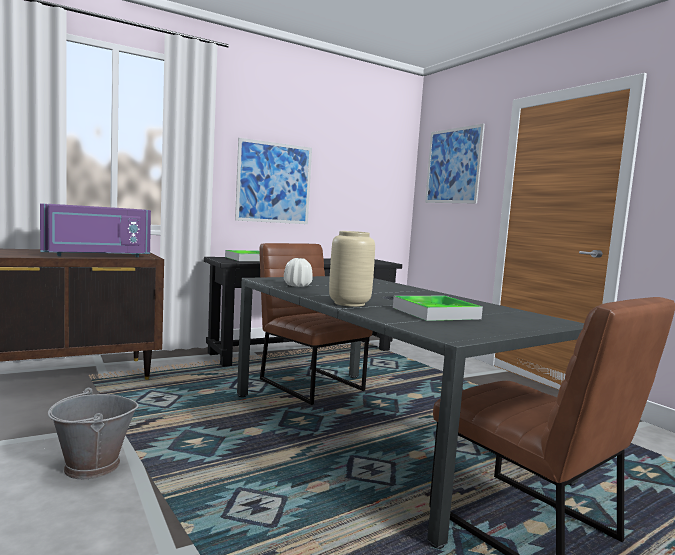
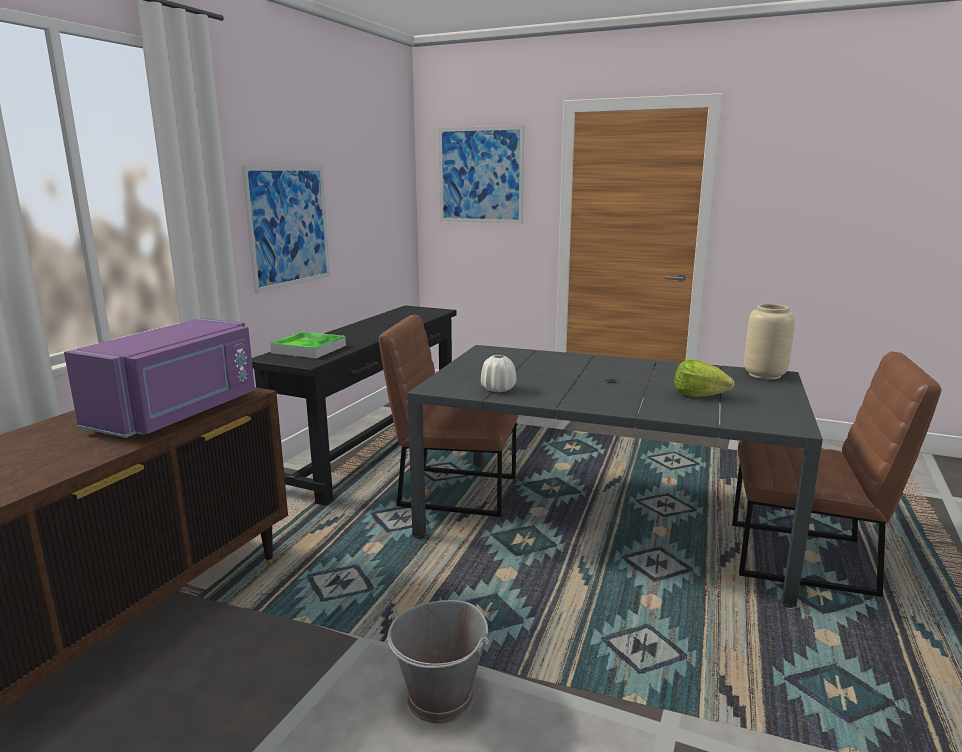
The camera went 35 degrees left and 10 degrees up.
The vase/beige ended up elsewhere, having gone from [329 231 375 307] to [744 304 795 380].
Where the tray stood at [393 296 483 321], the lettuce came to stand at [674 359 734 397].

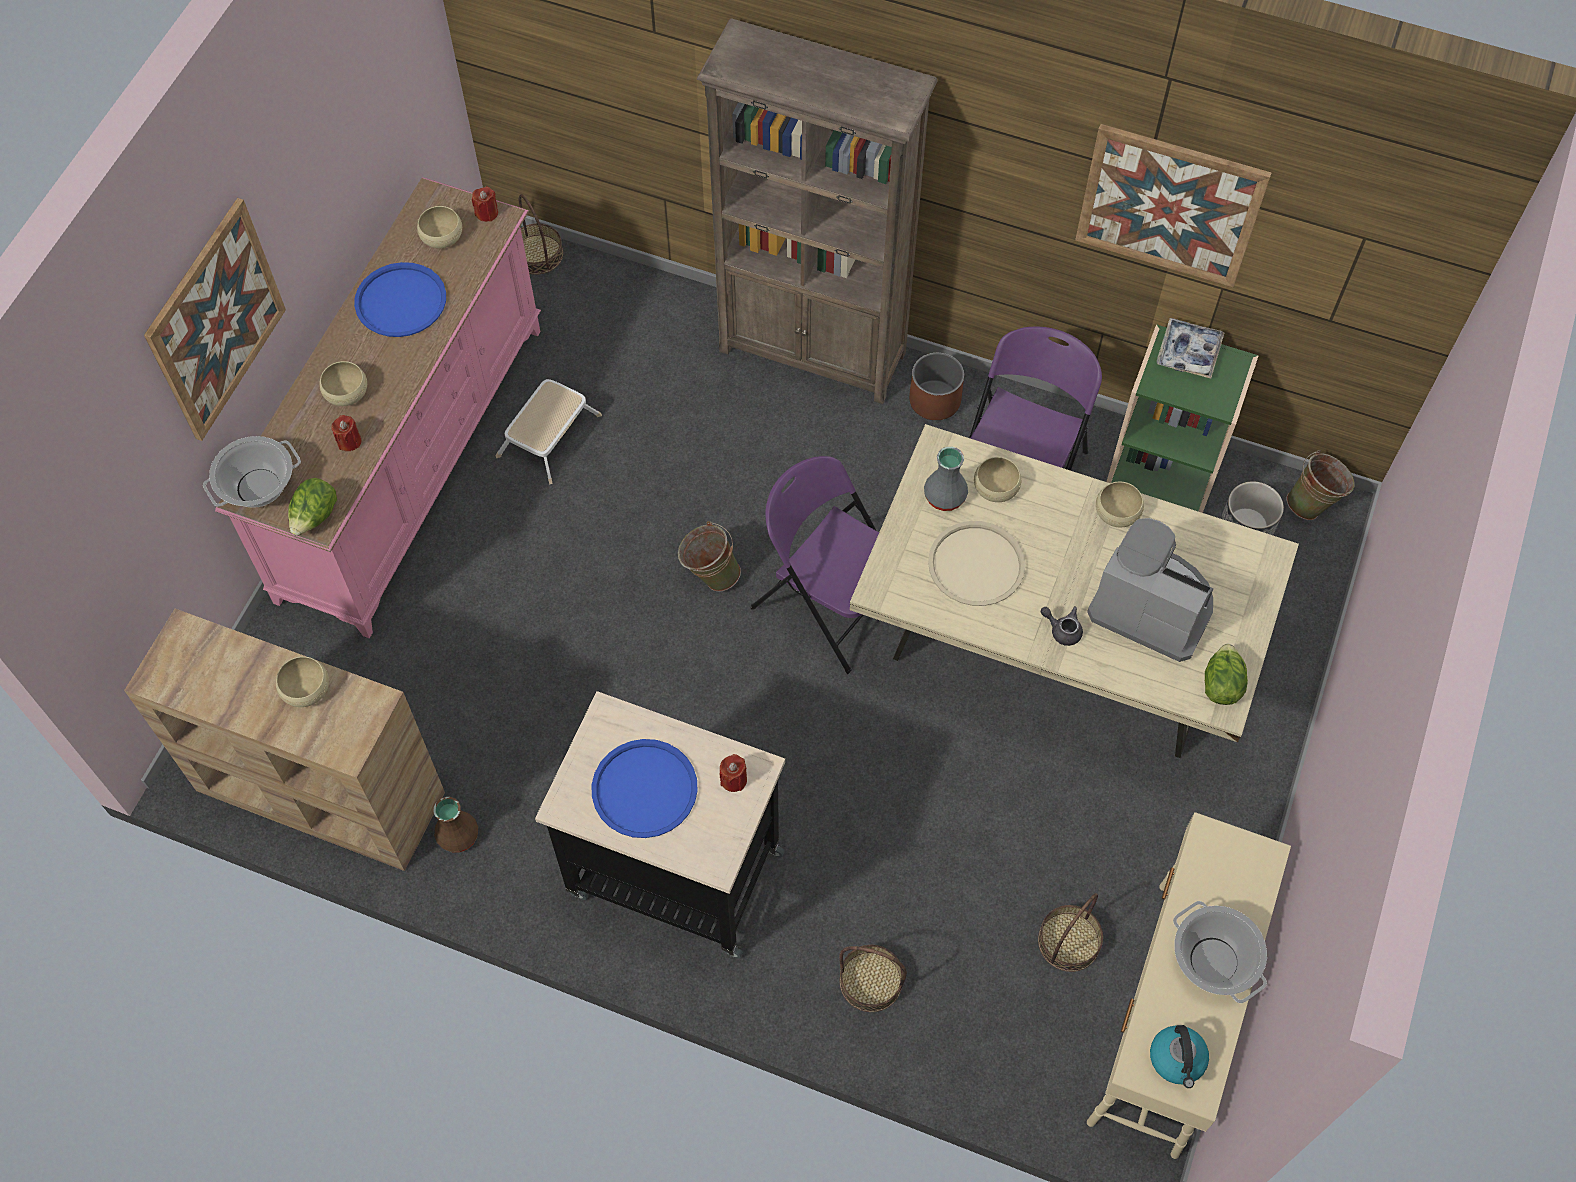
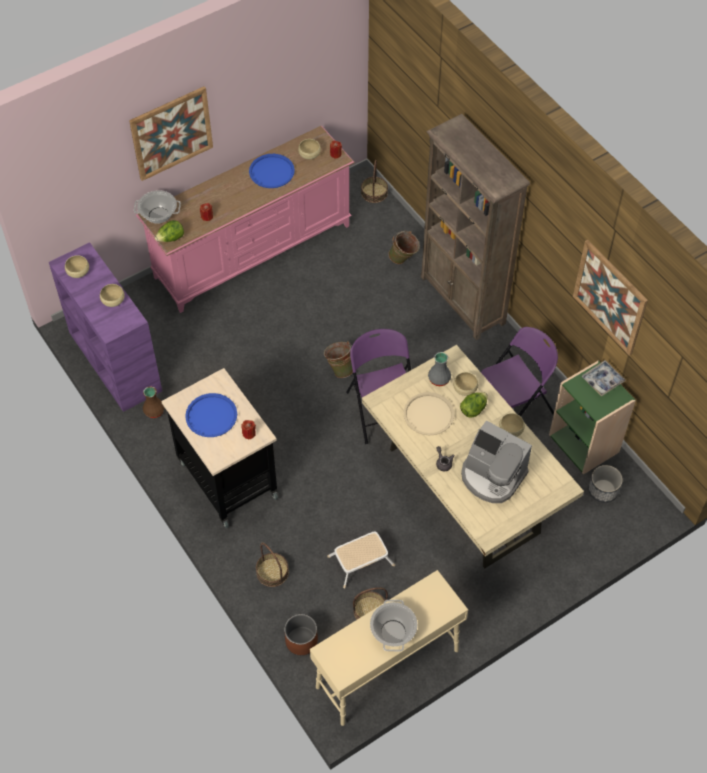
The camera went 35 degrees right and 5 degrees down.
What was the bookcase/brown at [124 609 445 871] turned into the bookcase/purple at [49 242 162 412].
The bowl/beige ended up elsewhere, having gone from [319 361 367 406] to [65 255 89 278].
The step ladder/beige ended up elsewhere, having gone from [496 379 602 484] to [327 531 395 588].
The planter/brown ended up elsewhere, having gone from [909 353 964 421] to [285 614 318 655].
The coffee machine at [1087 518 1214 662] ended up facing another way, 150 degrees clockwise from before.
The second view lost the kettle at [1150 1025 1209 1088].
The lettuce ended up elsewhere, having gone from [1205 644 1248 705] to [460 392 488 418].
The bucket/green ended up elsewhere, having gone from [1286 450 1354 520] to [388 231 420 264].

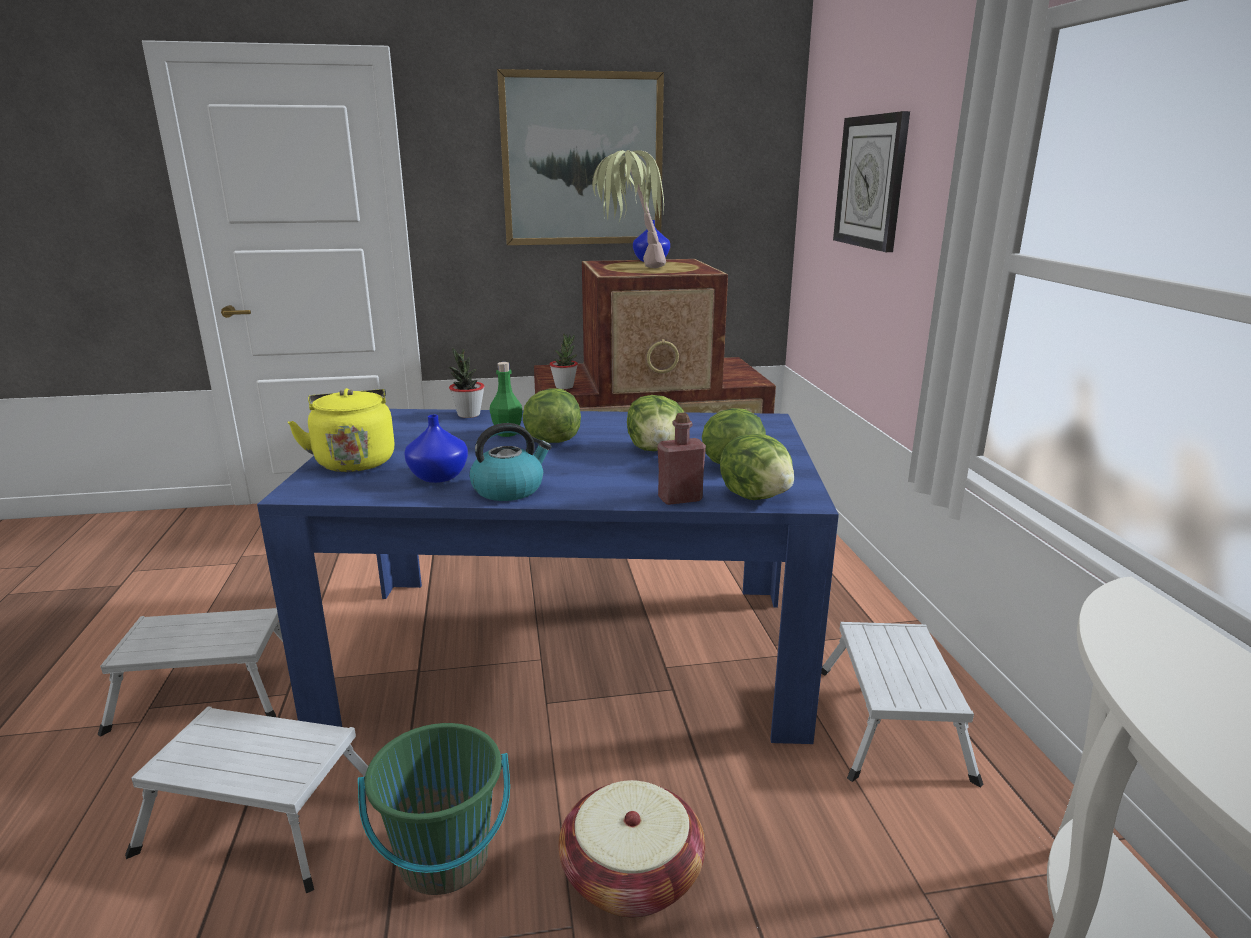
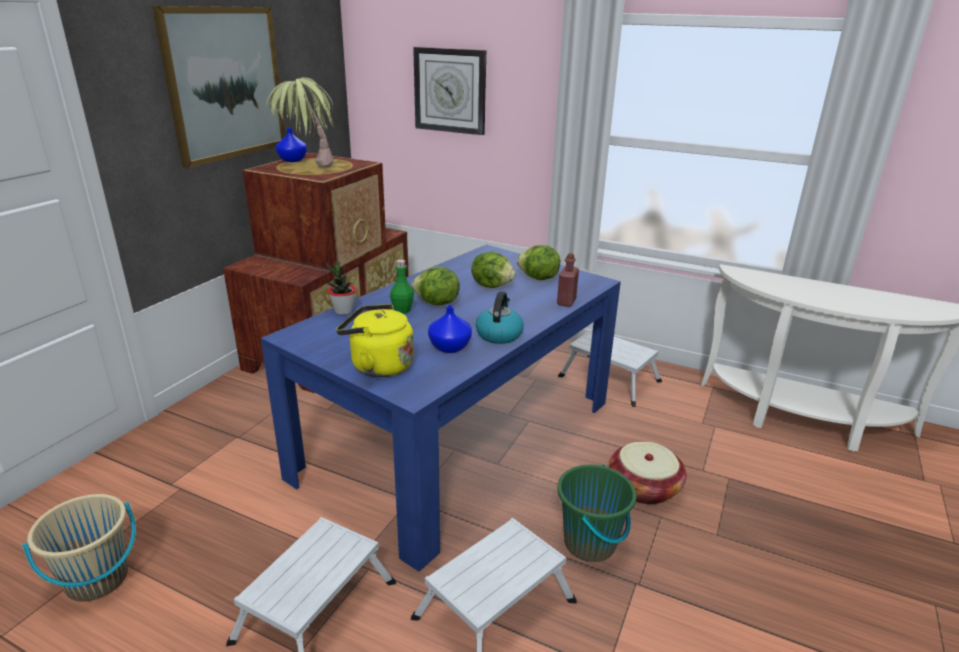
The camera went 55 degrees left and 5 degrees up.
The second view lost the potted plant at [550 334 578 389].
The second view lost the lettuce at [720 434 794 500].
The second view gained the bucket/beige at [22 494 136 602].

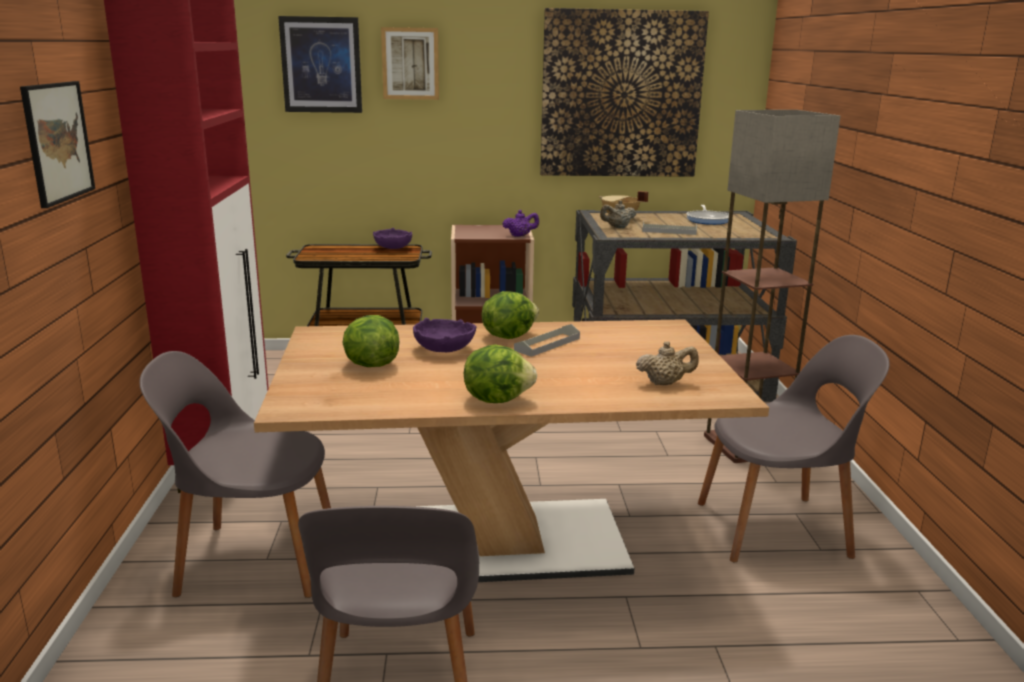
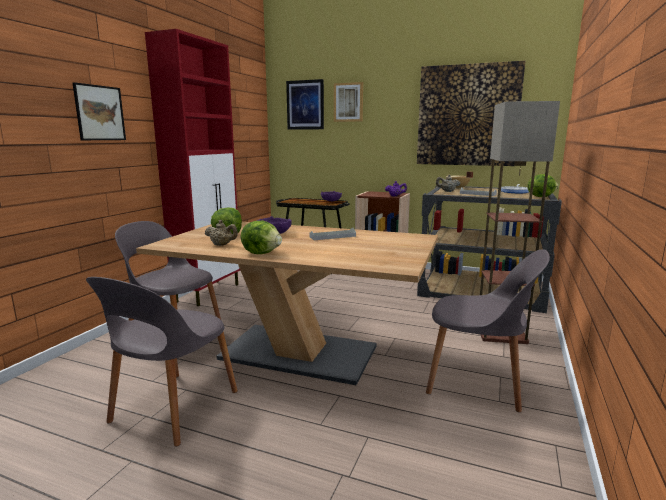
The camera went 25 degrees right and 5 degrees down.
The lettuce ended up elsewhere, having gone from [482 291 539 339] to [528 174 558 197].
The teapot/beige ended up elsewhere, having gone from [636 341 699 385] to [205 220 238 246].

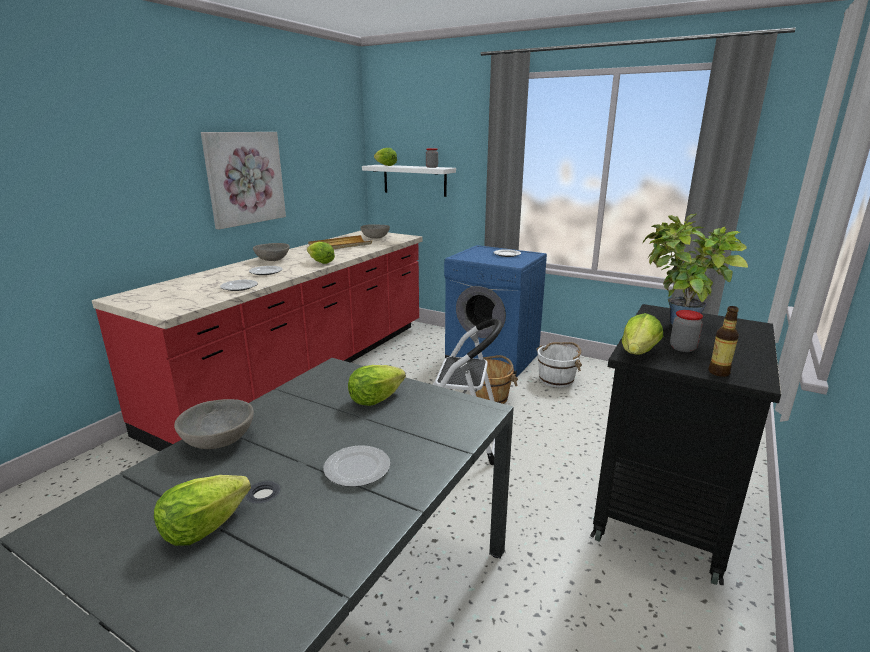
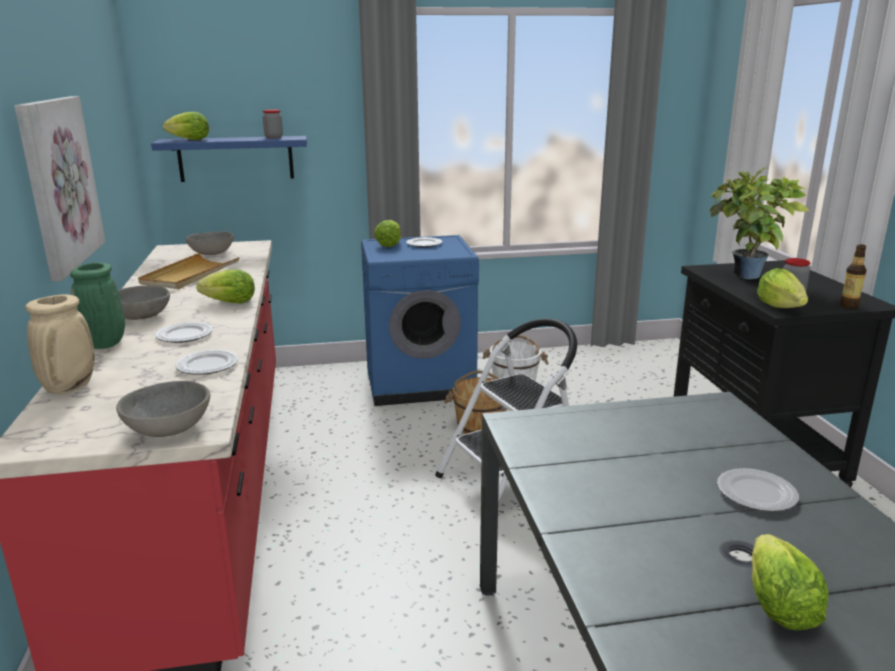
The camera went 40 degrees left and 0 degrees up.
The bowl/grey ended up elsewhere, having gone from [174 399 254 449] to [116 381 210 437].
The lettuce ended up elsewhere, having gone from [348 365 406 406] to [374 220 401 247].
What was the shelf/white at [362 165 456 197] turned into the shelf/blue at [151 136 307 182].
The second view gained the vase/beige at [26 294 95 394].
The second view gained the vase/green at [70 263 125 349].

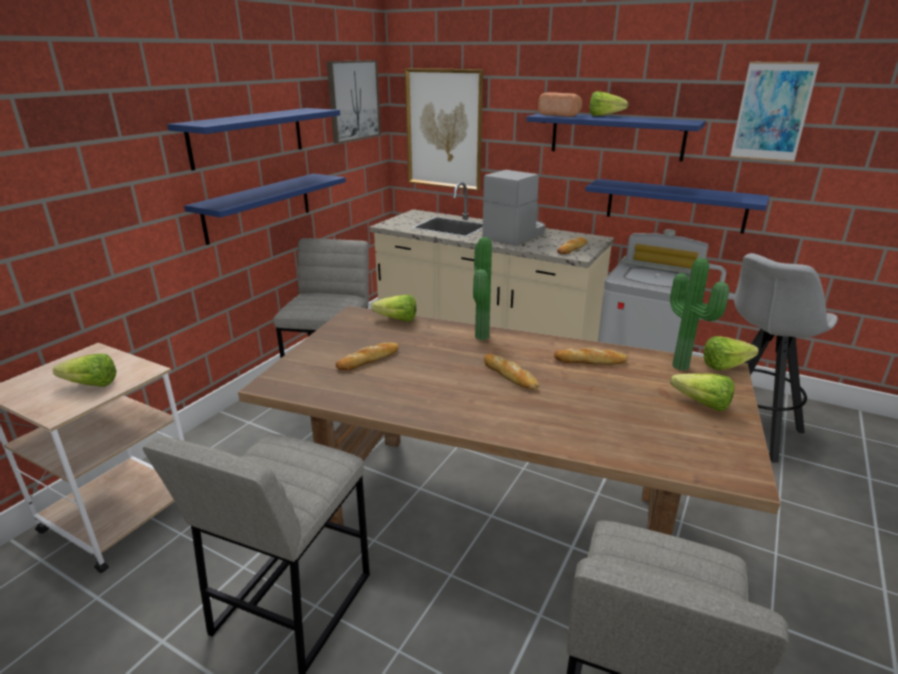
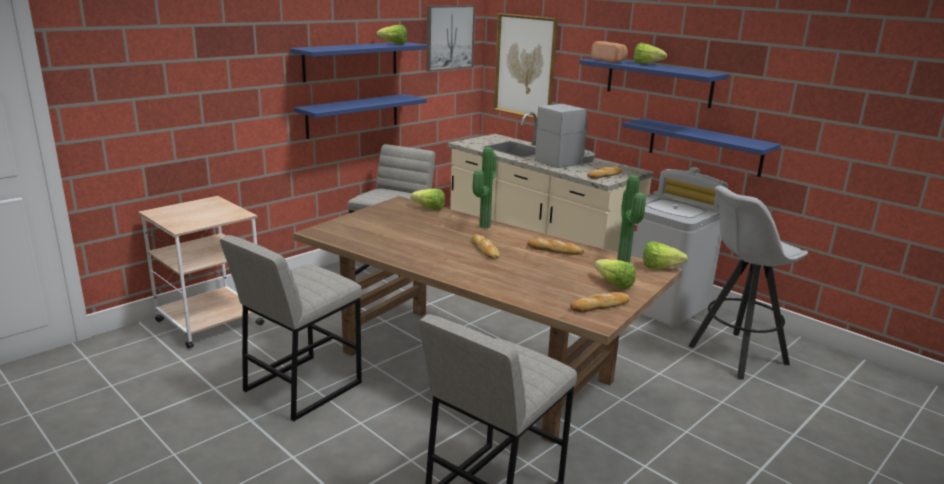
The camera went 15 degrees right and 5 degrees down.
The lettuce ended up elsewhere, having gone from [53 353 117 387] to [376 25 407 45].
The bread ended up elsewhere, having gone from [336 342 399 371] to [570 292 630 313].
The second view lost the picture at [730 62 820 162].

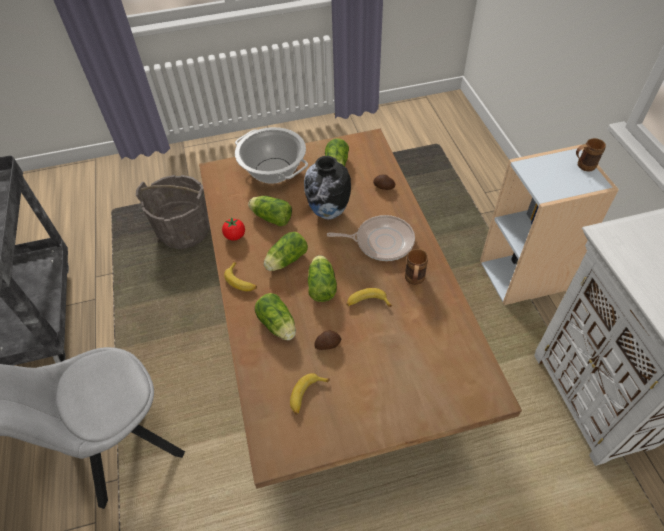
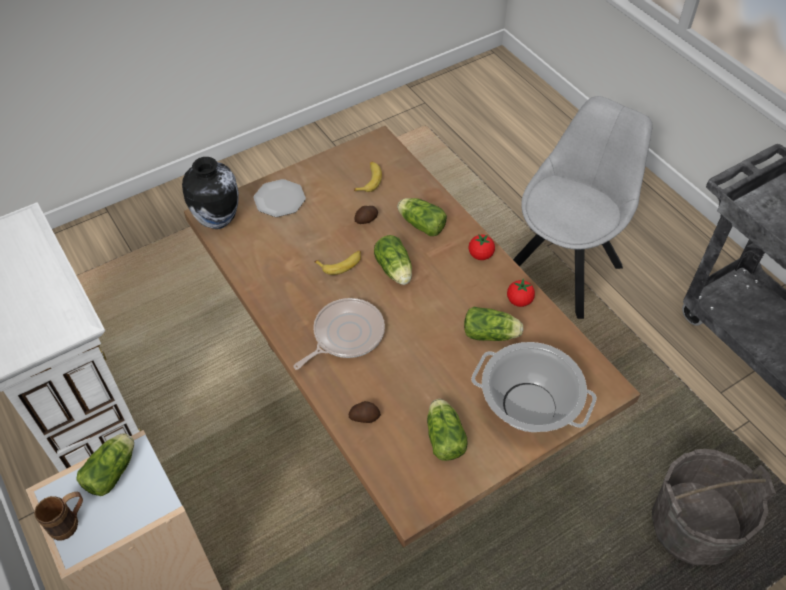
The camera went 160 degrees right and 0 degrees up.
Where the banana stood at [224 261 257 291], the tomato came to stand at [468 234 495 260].
The lettuce ended up elsewhere, having gone from [264 232 308 271] to [76 433 134 496].
The vase ended up elsewhere, having gone from [304 156 351 220] to [182 157 239 229].
The frying pan at [327 215 415 261] ended up facing another way, 150 degrees clockwise from before.
The second view lost the mug/brown at [405 249 428 285].
The second view gained the plate at [253 179 306 217].

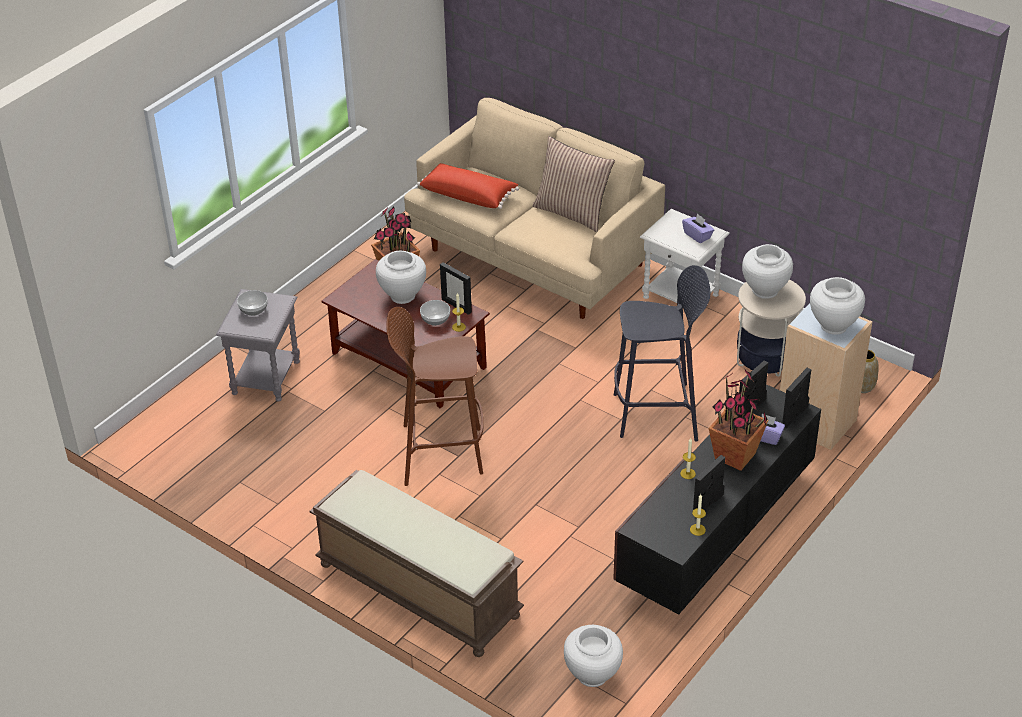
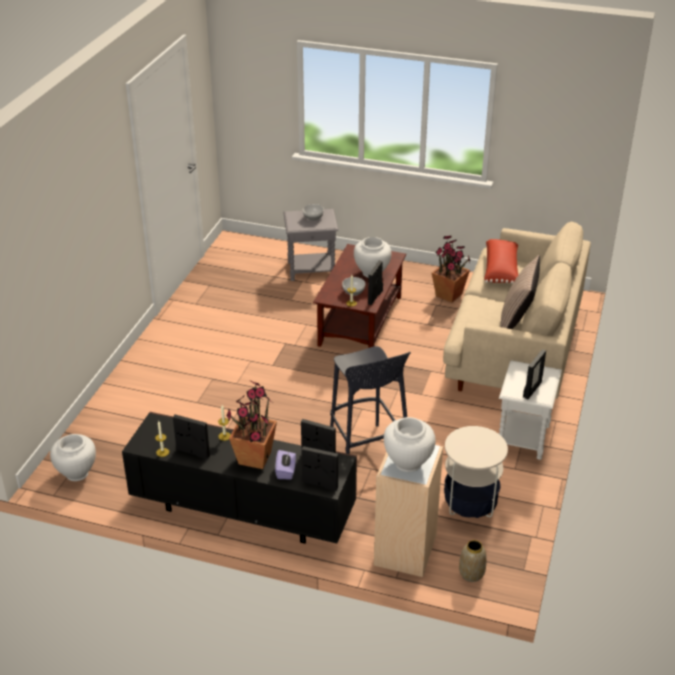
The camera went 70 degrees right and 5 degrees down.
The second view lost the bench/brown at [309 470 524 657].
The second view lost the stool/brown at [387 307 484 486].
Where the tissue box/purple stood at [682 213 714 243], the picture frame came to stand at [523 349 546 399].
The second view lost the vase/white at [742 244 793 299].

